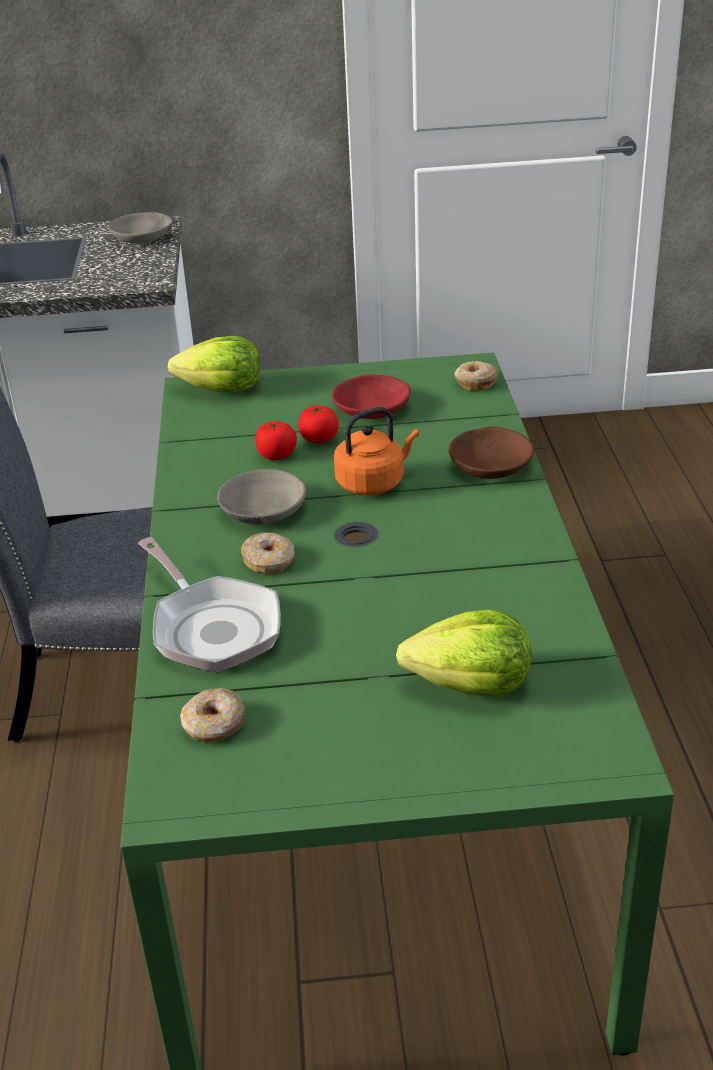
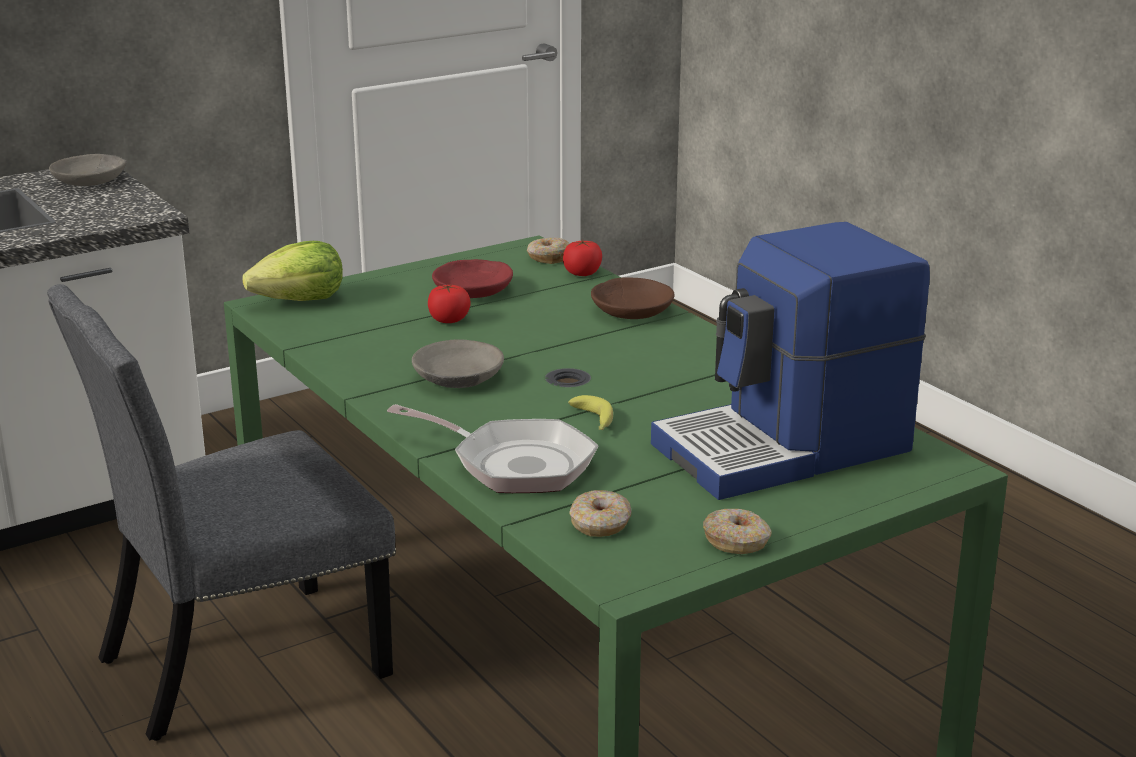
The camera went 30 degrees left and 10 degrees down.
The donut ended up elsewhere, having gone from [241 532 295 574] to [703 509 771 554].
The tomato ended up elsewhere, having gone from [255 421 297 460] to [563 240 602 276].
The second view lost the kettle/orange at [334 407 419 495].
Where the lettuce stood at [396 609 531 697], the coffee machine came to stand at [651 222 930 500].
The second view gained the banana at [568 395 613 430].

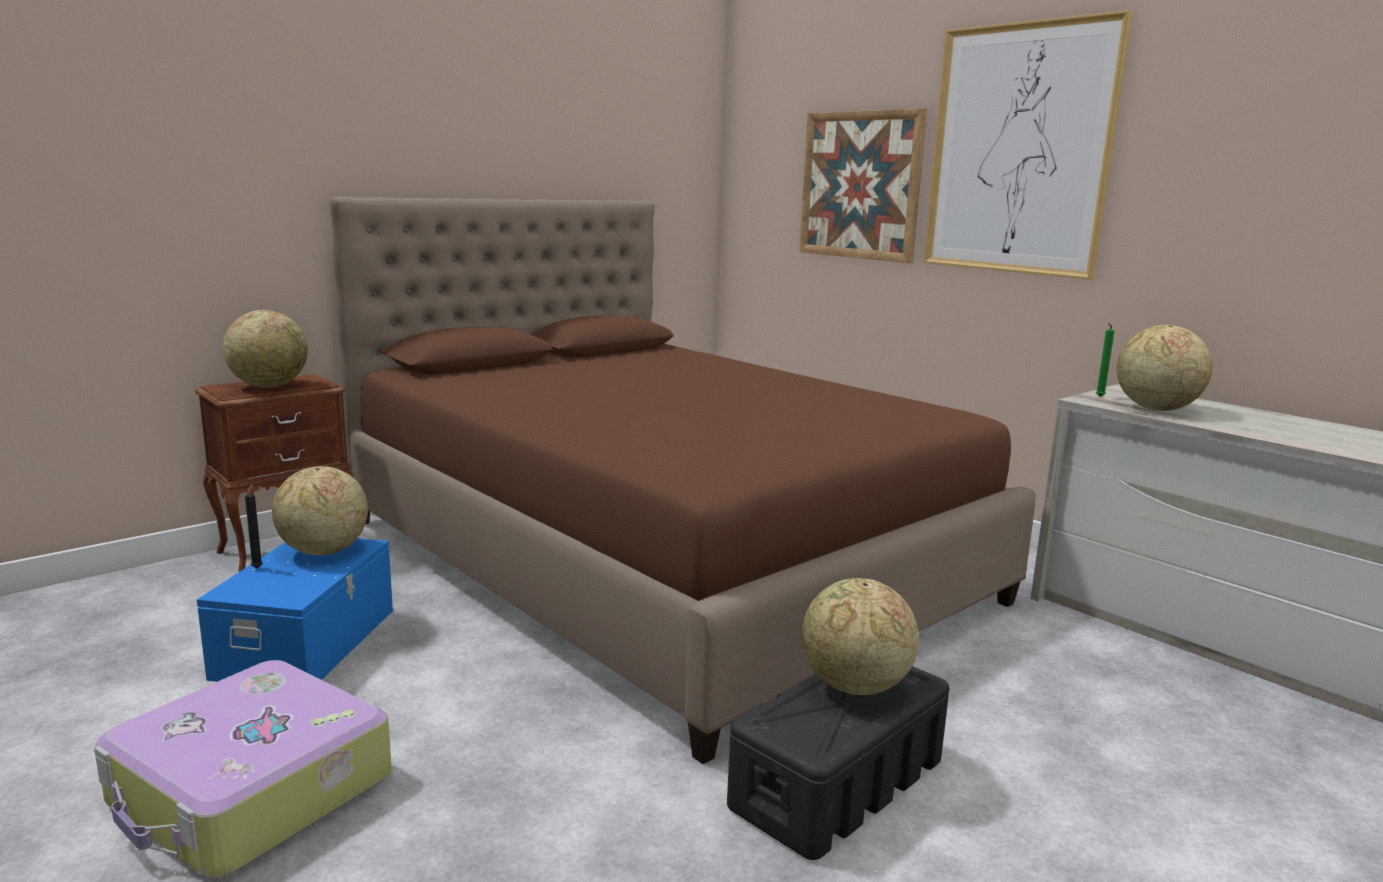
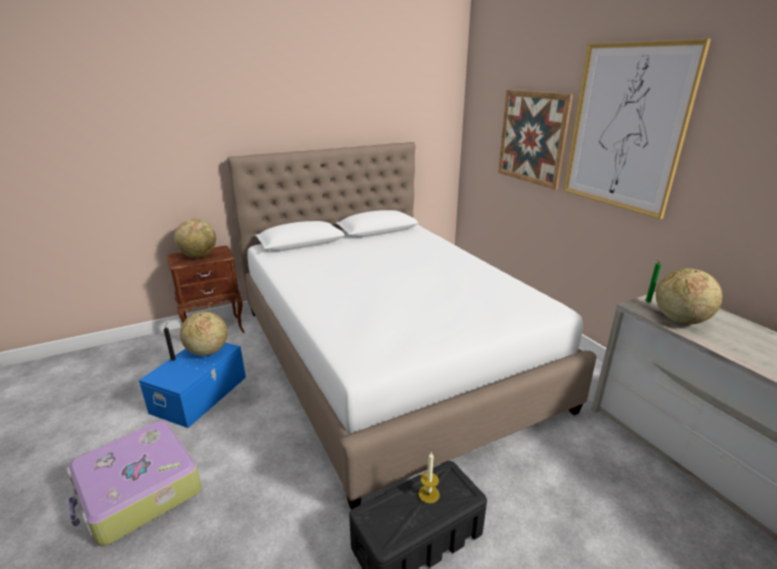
The camera went 15 degrees right and 10 degrees up.
What was the bed/brown at [330 197 1036 764] turned into the bed/white at [227 142 597 510].
Where the globe stood at [802 578 919 695], the candle came to stand at [418 452 440 504].

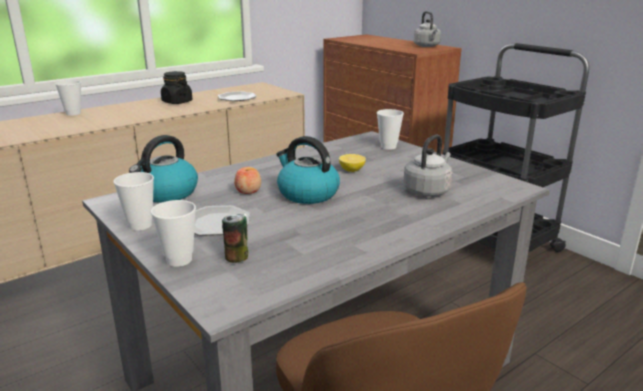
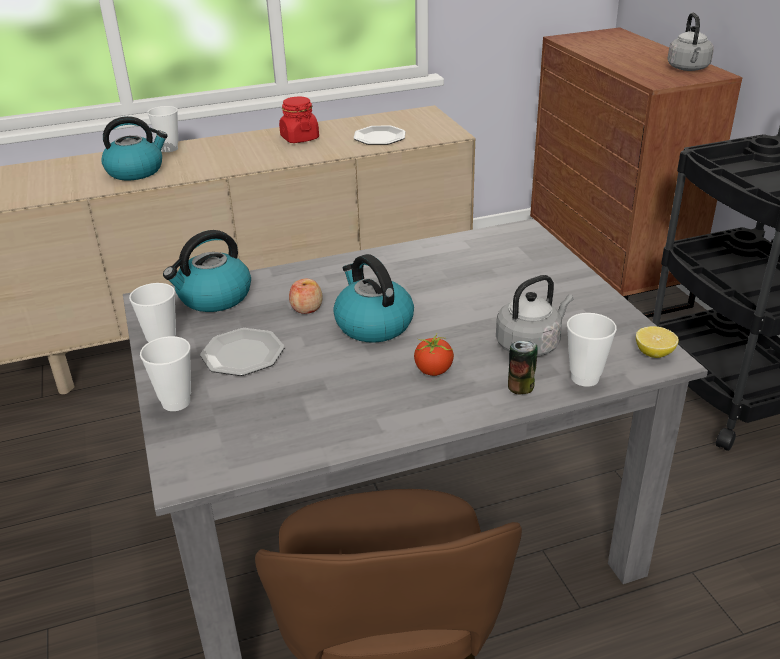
The camera went 20 degrees right and 10 degrees up.
What was the jar/black at [161 71 192 104] turned into the jar/red at [279 96 319 143].
The can ended up elsewhere, having gone from [222 214 248 263] to [508 341 538 395].
The lemon ended up elsewhere, having gone from [339 154 366 172] to [636 326 679 358].
The cup ended up elsewhere, having gone from [377 109 404 150] to [567 313 617 387].
The second view gained the kettle at [101 116 168 180].
The second view gained the tomato at [414 334 454 376].

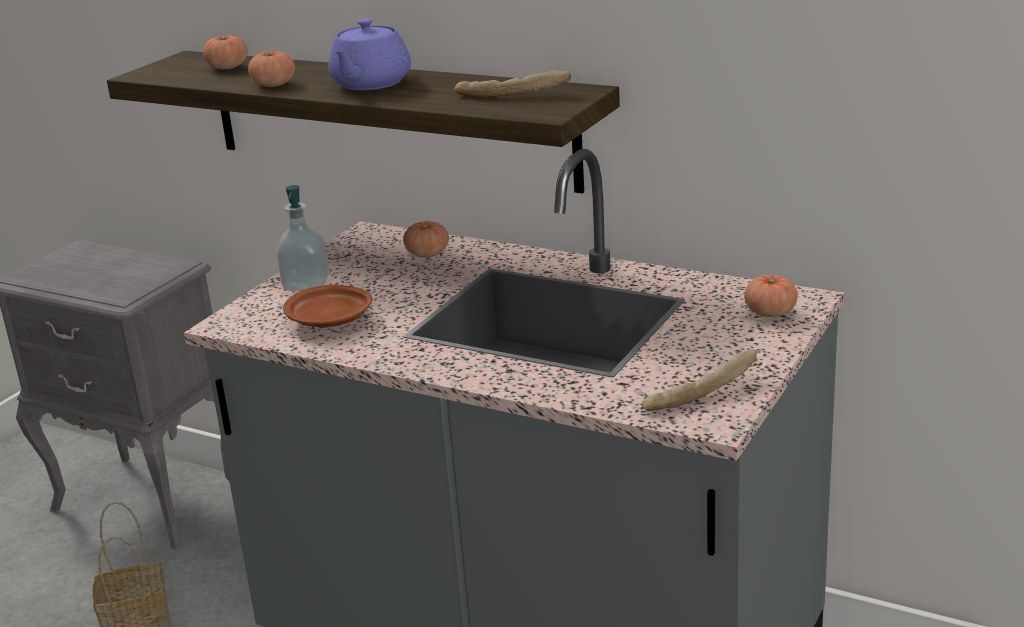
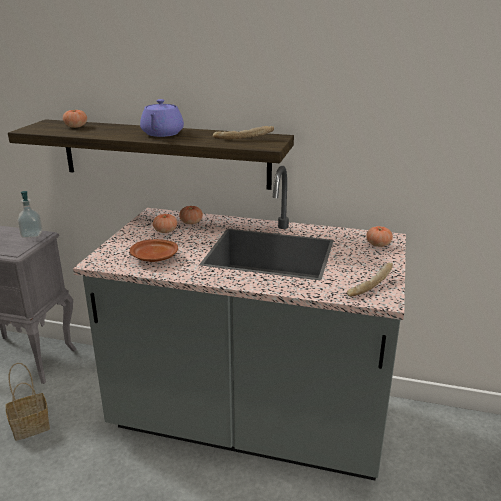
The camera went 15 degrees left and 0 degrees up.
The tomato ended up elsewhere, having gone from [248 51 295 87] to [153 214 177 233].
The soap dispenser ended up elsewhere, having gone from [276 185 330 291] to [18 191 43 238].

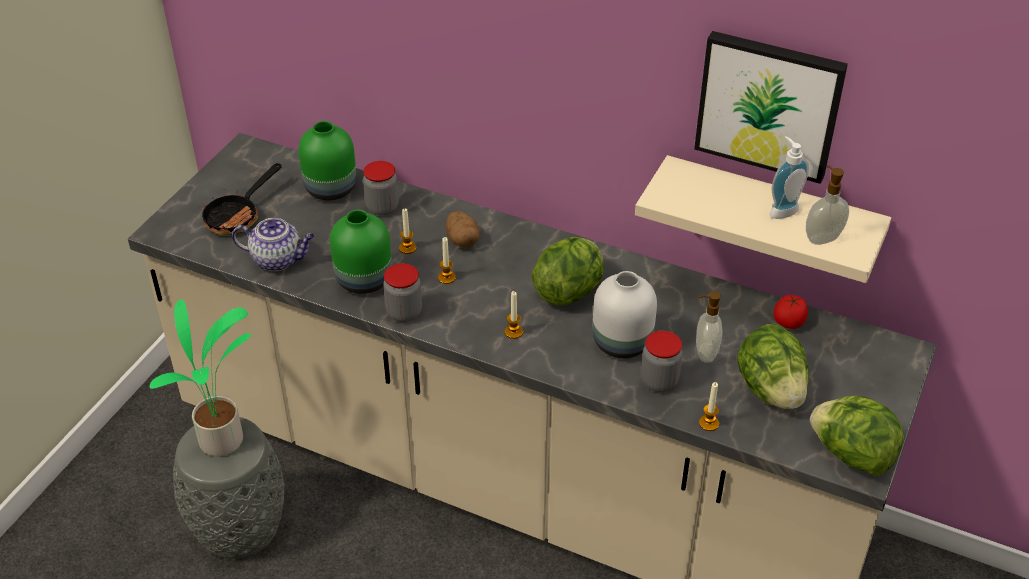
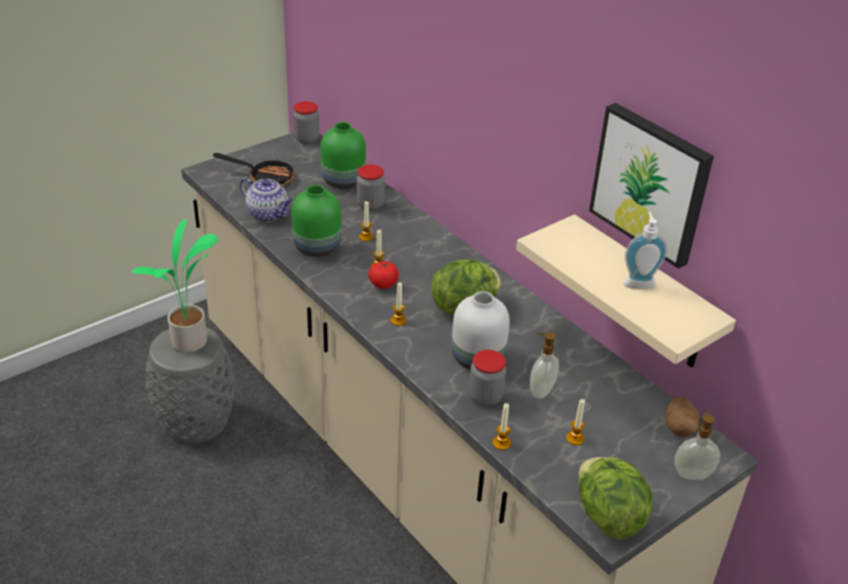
The camera went 25 degrees right and 5 degrees down.
The frying pan at [201 163 281 236] ended up facing another way, 135 degrees counterclockwise from before.
The jar ended up elsewhere, having gone from [383 263 422 322] to [293 101 320 144].
The potato ended up elsewhere, having gone from [446 211 479 248] to [666 397 699 437].
Where the lettuce stood at [737 324 809 409], the candle came to stand at [566 399 585 445].
The tomato ended up elsewhere, having gone from [774 295 808 329] to [369 261 399 289].
The soap dispenser ended up elsewhere, having gone from [806 165 849 245] to [674 410 720 480].

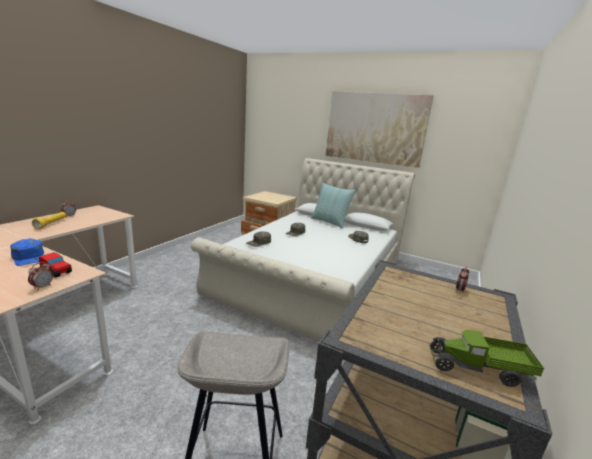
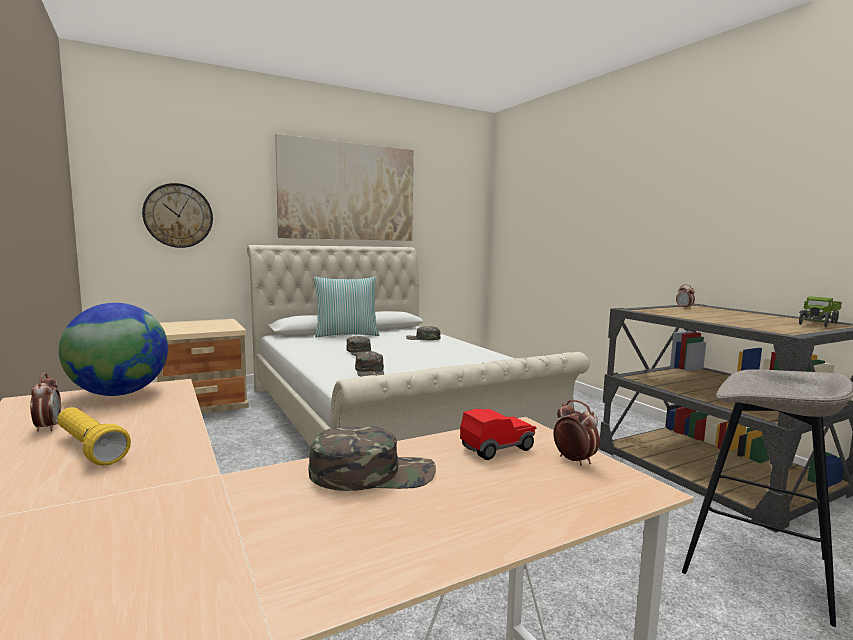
The camera went 55 degrees left and 10 degrees down.
What was the cap/blue at [10 239 44 266] turned into the cap/green at [309 426 436 491].
The second view gained the globe at [59 303 168 396].
The second view gained the wall clock at [142 183 213 248].

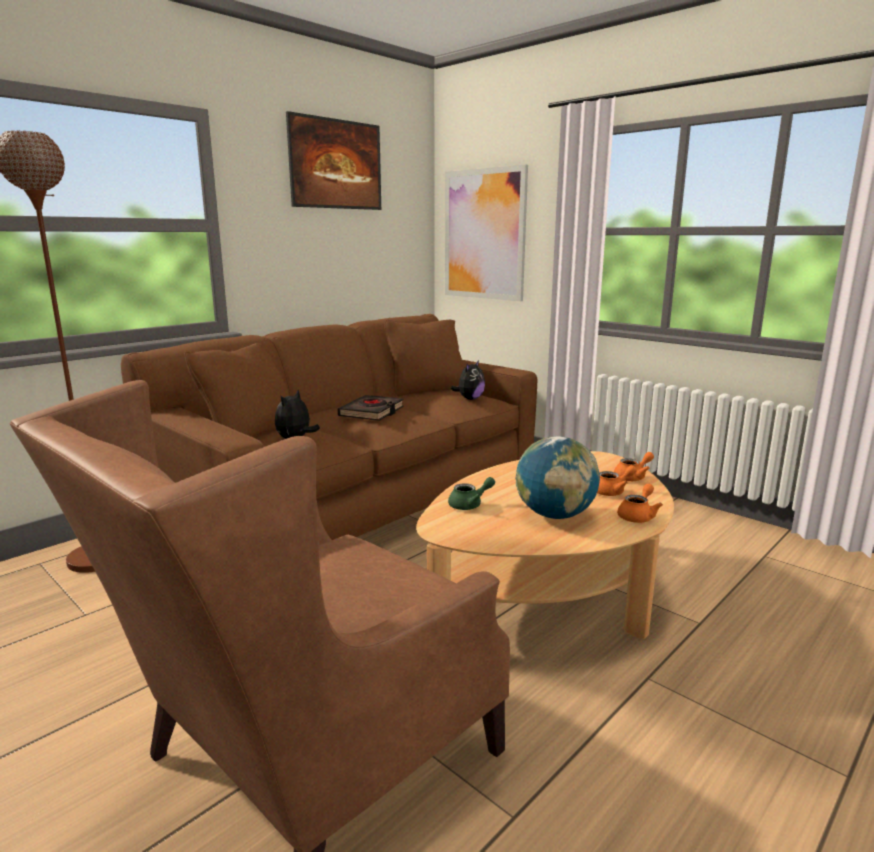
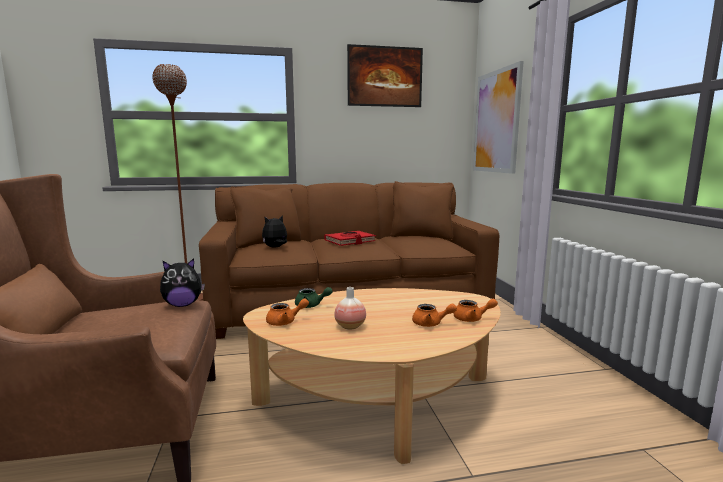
The camera went 35 degrees right and 5 degrees down.
What was the book/black at [337 395 404 421] turned into the book/red at [324 231 376 246].
The plush toy ended up elsewhere, having gone from [451 360 485 400] to [160 259 205 307].
Where the globe stood at [515 436 600 519], the vase came to stand at [334 287 366 330].
The teapot/orange ended up elsewhere, having gone from [617 484 663 523] to [266 298 309 326].

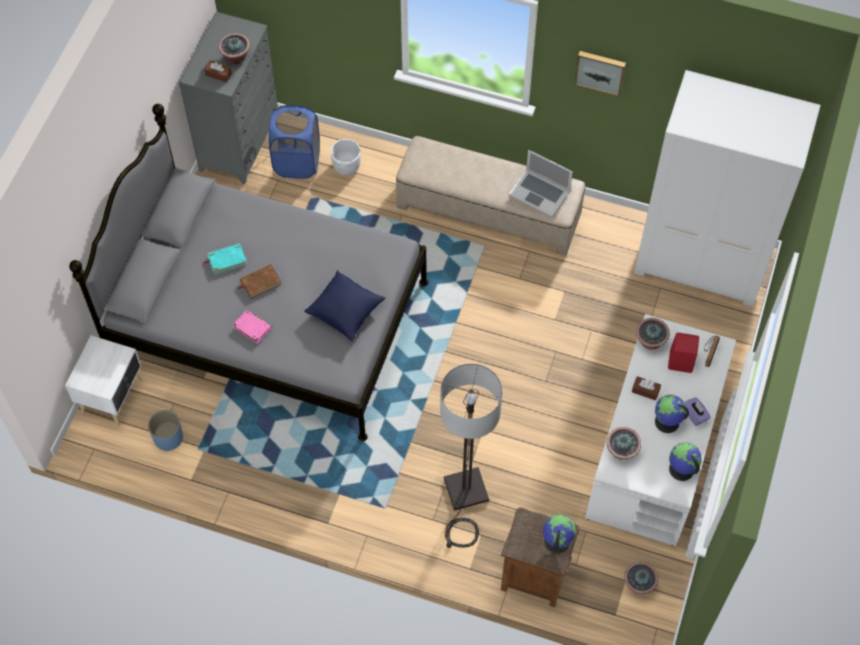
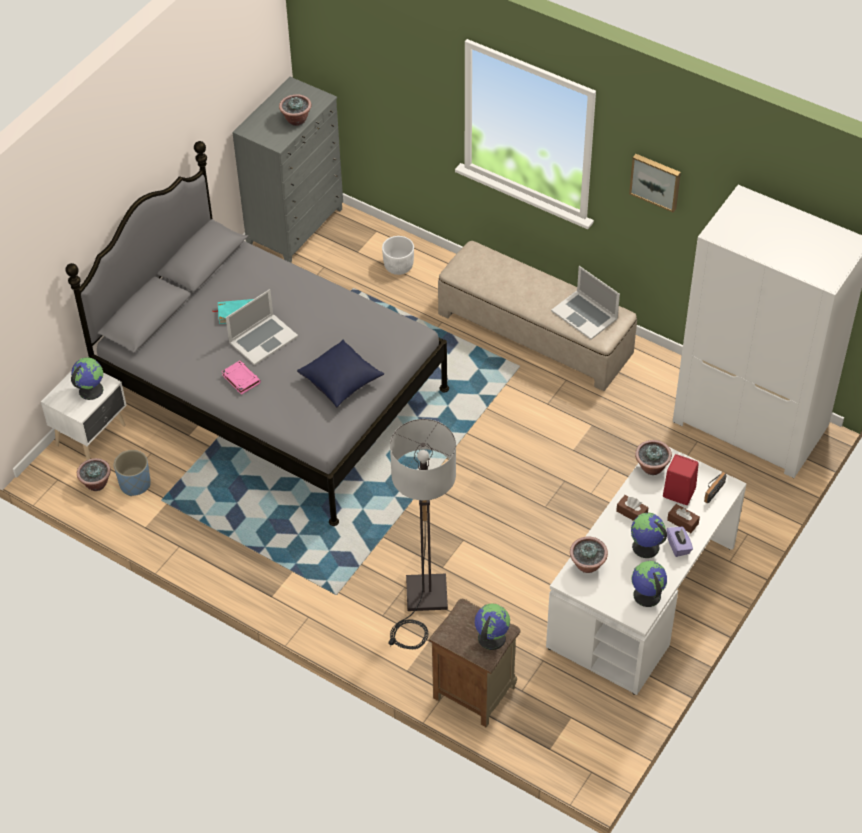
The camera went 15 degrees right and 10 degrees down.
The tissue box/brown ended up elsewhere, having gone from [204 60 232 82] to [667 504 700 533].
Where the book/brown stood at [238 264 282 299], the laptop came to stand at [226 289 298 365].
The second view lost the laundry basket/blue at [269 105 320 179].
The potted plant ended up elsewhere, having gone from [624 562 658 594] to [77 458 111 491].
The second view gained the globe at [71 357 104 400].

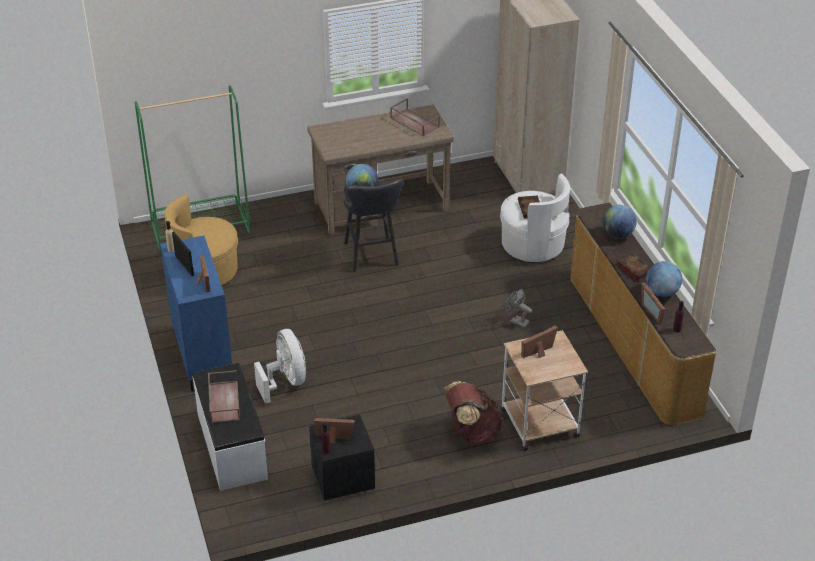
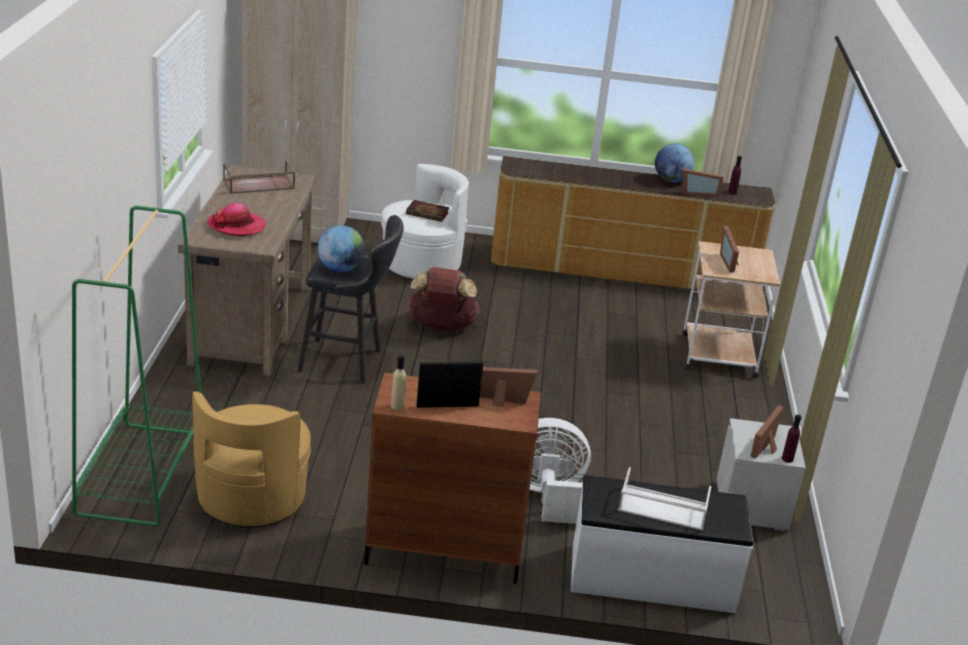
The camera went 70 degrees left and 10 degrees down.
What was the dresser/blue at [160 236 232 392] turned into the dresser/brown at [364 373 541 584].
What was the tray/brown at [208 370 240 423] turned into the tray/white at [618 467 711 531].
What was the nightstand/black at [309 415 375 501] turned into the nightstand/white at [717 418 806 531].
The backpack/brown ended up elsewhere, having gone from [445 381 503 445] to [408 267 480 331].
The second view lost the fan/grey at [505 289 532 328].
The second view lost the globe at [602 205 637 239].
The second view lost the book at [616 253 650 281].
The second view gained the hat at [207 203 266 237].

